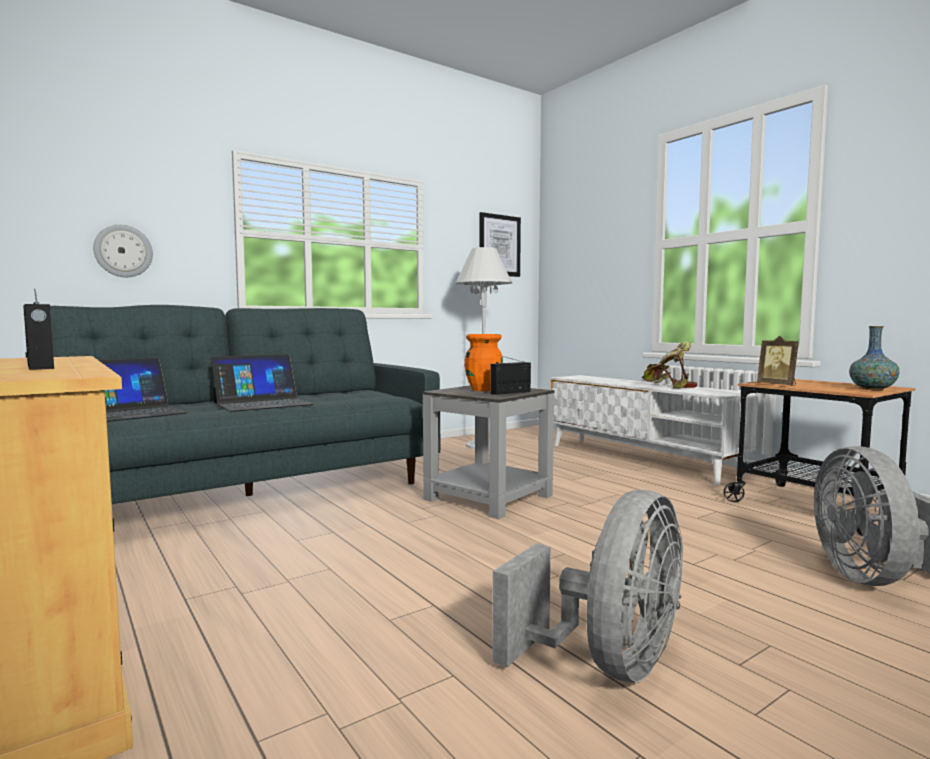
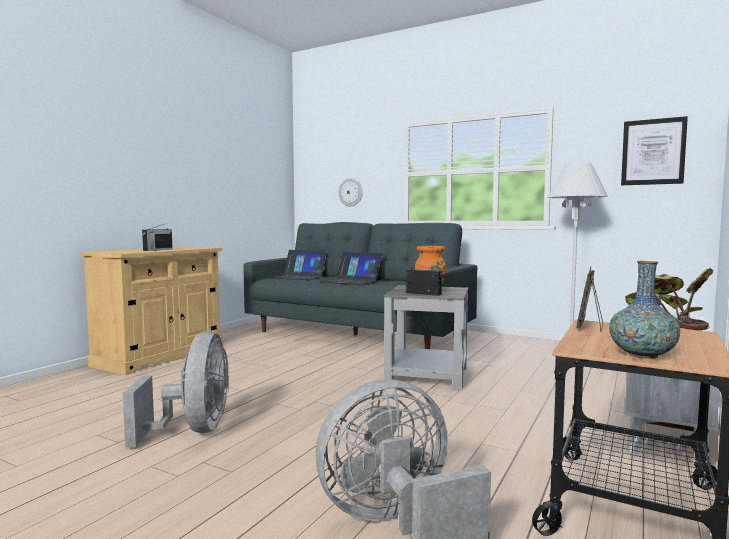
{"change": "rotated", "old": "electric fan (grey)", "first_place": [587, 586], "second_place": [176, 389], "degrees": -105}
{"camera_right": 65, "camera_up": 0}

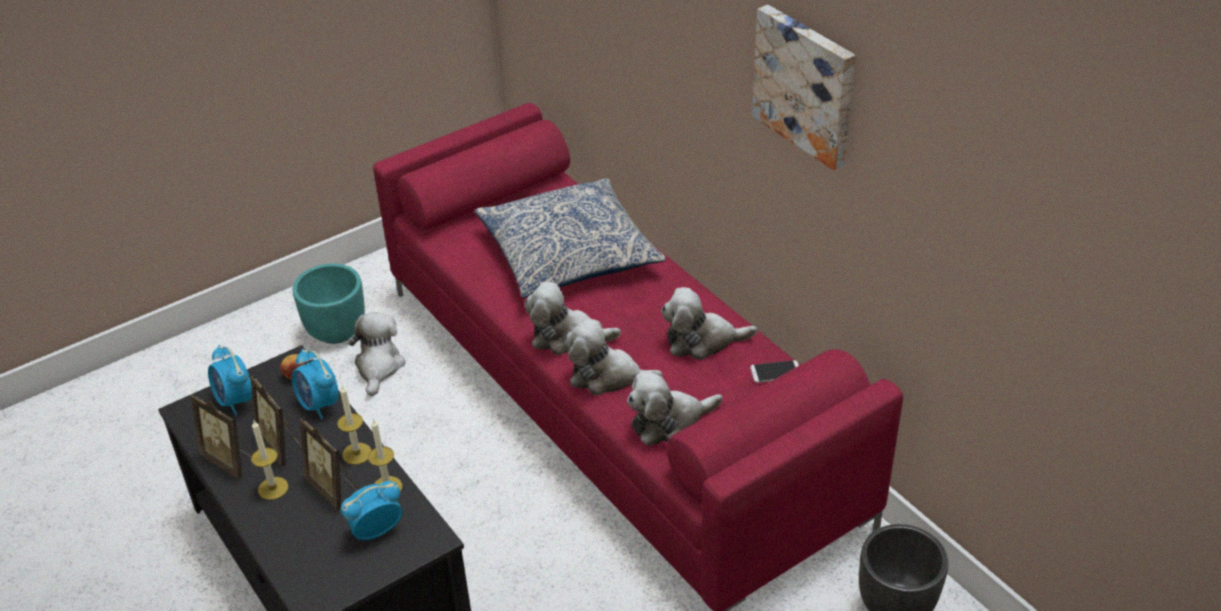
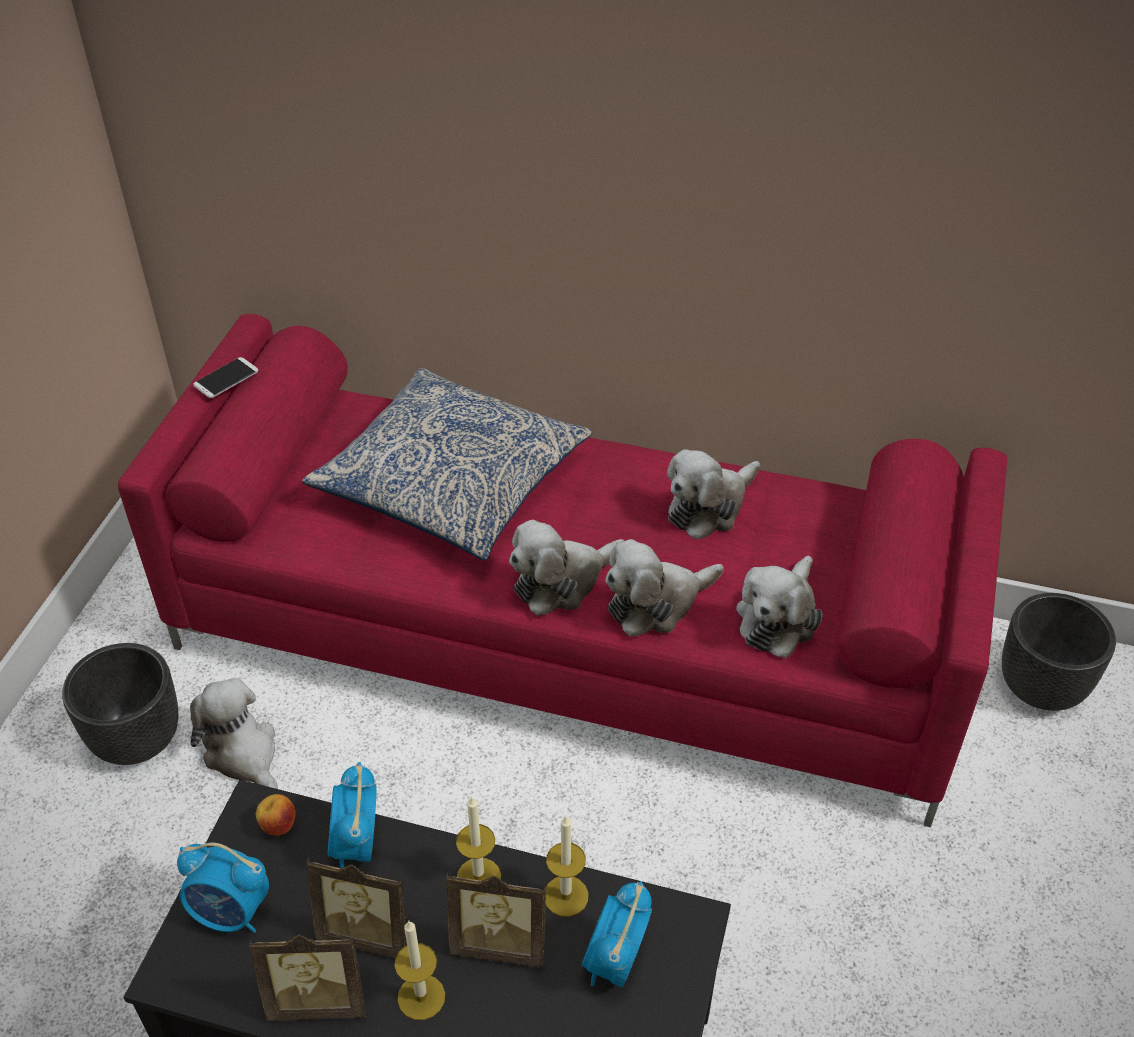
{"change": "rotated", "old": "table clock", "first_place": [315, 384], "second_place": [352, 815], "degrees": 75}
{"change": "repainted", "old": "flower pot (turquoise-coloured)", "new": "flower pot (black-coloured)", "first_place": [329, 303], "second_place": [120, 704]}
{"change": "shifted", "old": "handset", "first_place": [774, 371], "second_place": [225, 377]}
{"change": "gone", "old": "wall art", "first_place": [803, 87]}
{"camera_right": -40, "camera_up": 5}

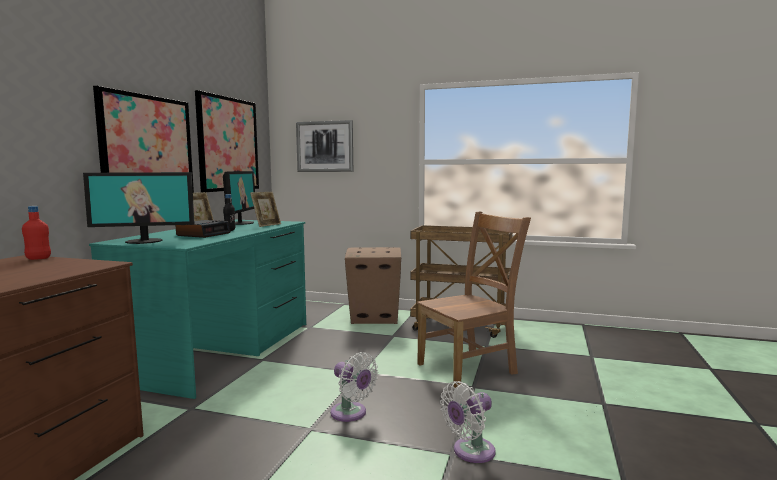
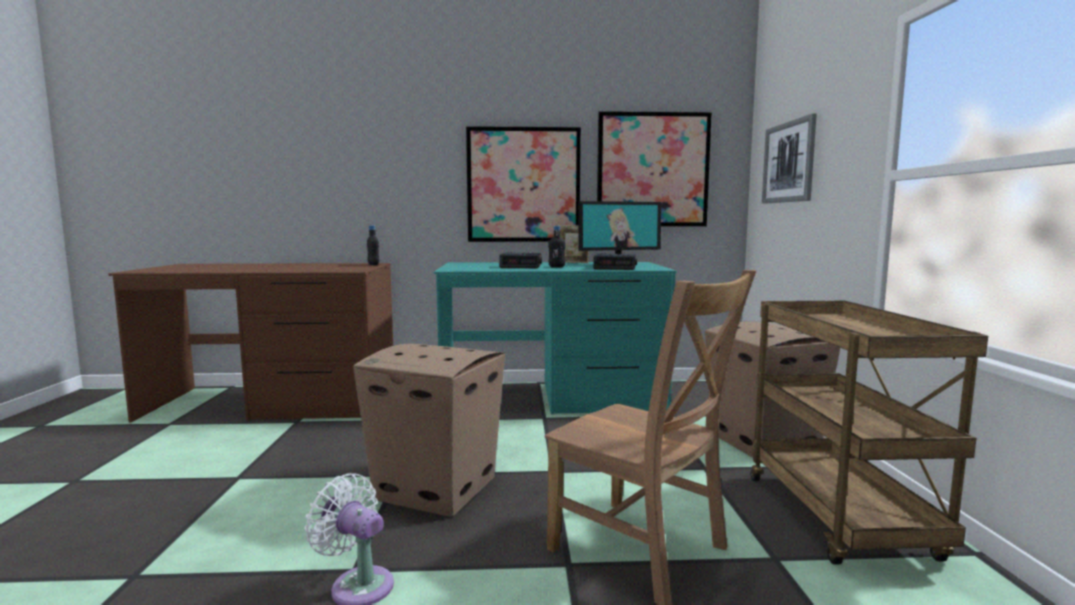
{"change": "repainted", "old": "bottle (red-coloured)", "new": "bottle (black-coloured)", "first_place": [36, 233], "second_place": [373, 245]}
{"change": "gone", "old": "computer display", "first_place": [138, 208]}
{"change": "swapped", "old": "picture frame", "new": "table clock", "first_place": [265, 209], "second_place": [615, 261]}
{"change": "swapped", "old": "electric fan (whitish)", "new": "carton", "first_place": [354, 387], "second_place": [429, 430]}
{"camera_right": 70, "camera_up": 0}

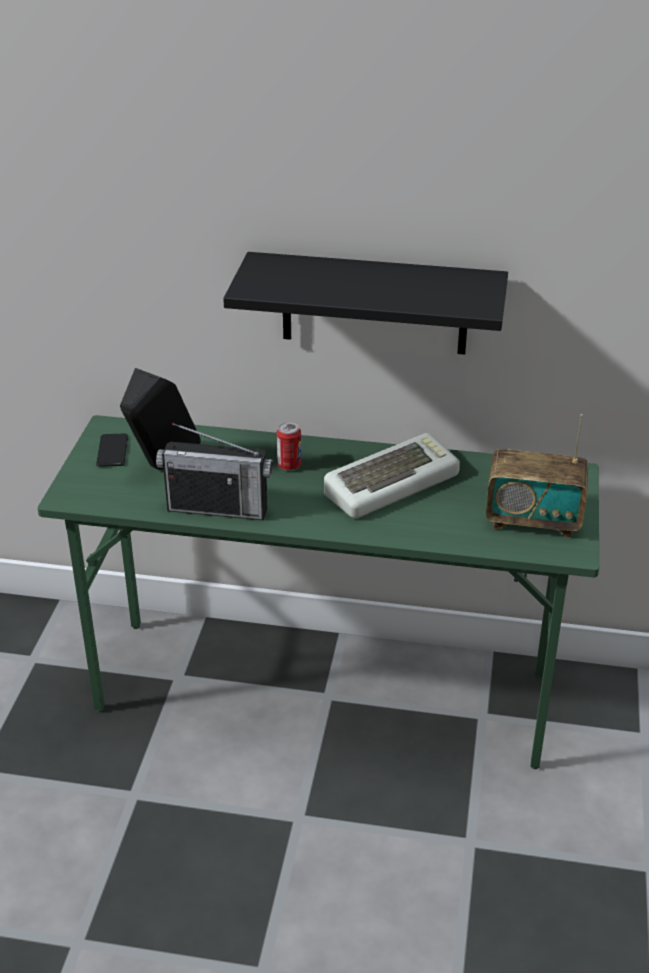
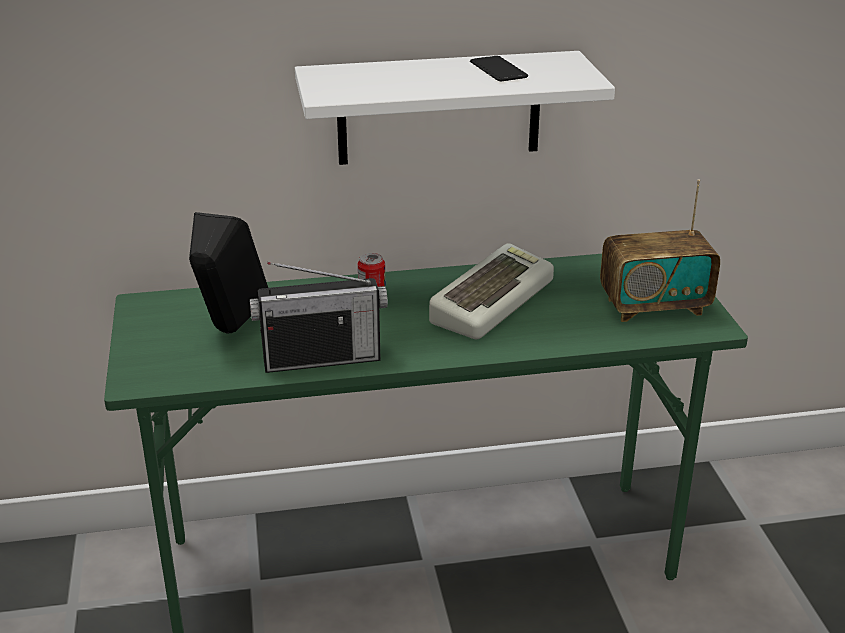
{"change": "shifted", "old": "handset", "first_place": [112, 450], "second_place": [499, 68]}
{"change": "repainted", "old": "shelf (black-coloured)", "new": "shelf (whitish)", "first_place": [365, 303], "second_place": [455, 108]}
{"camera_right": -20, "camera_up": -5}

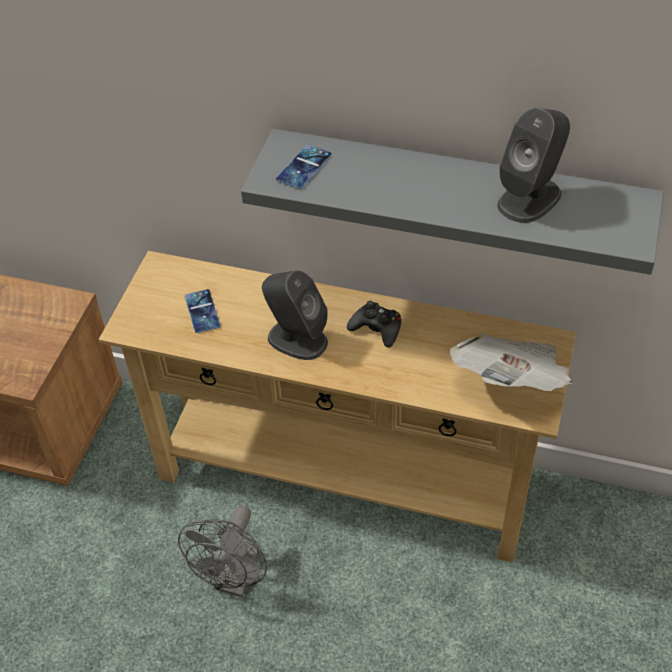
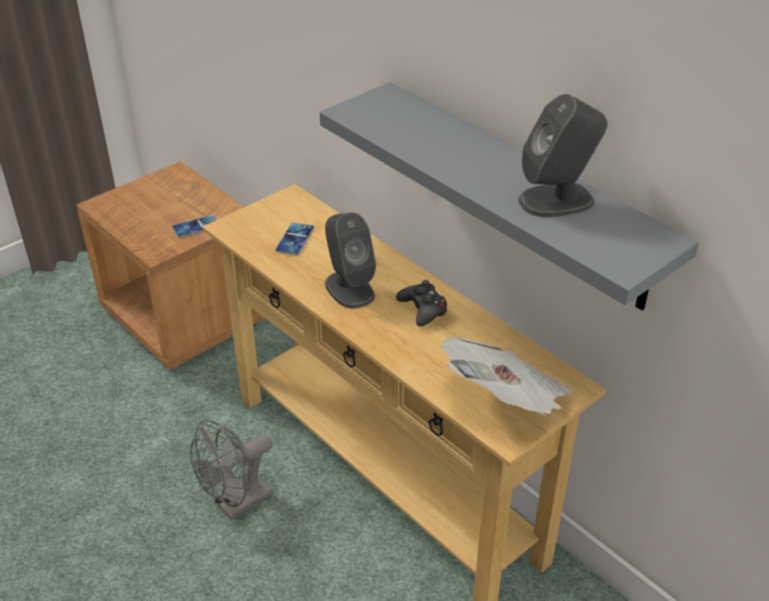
{"change": "shifted", "old": "handset", "first_place": [304, 167], "second_place": [194, 226]}
{"camera_right": 30, "camera_up": -10}

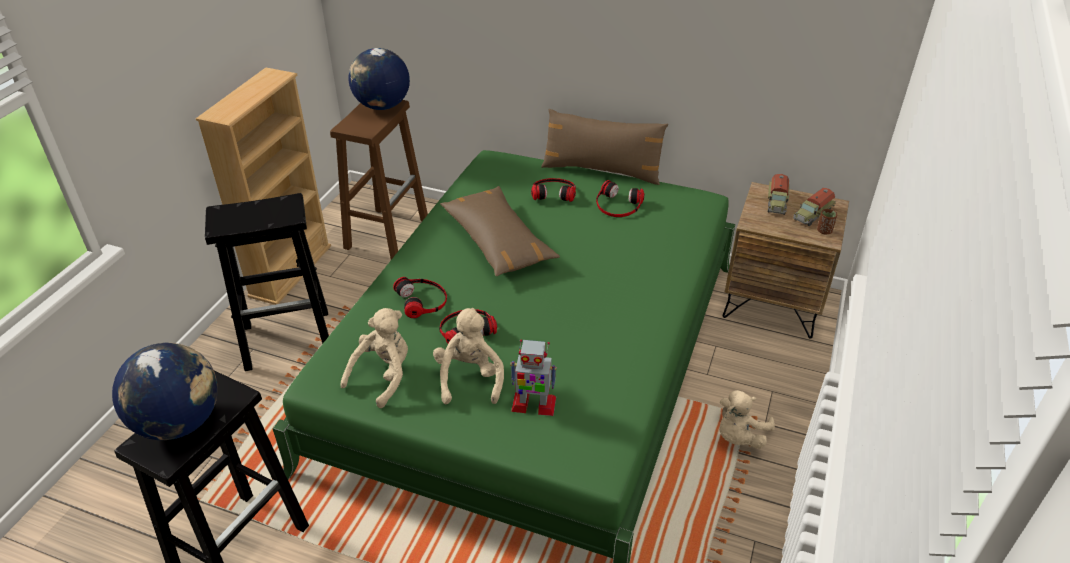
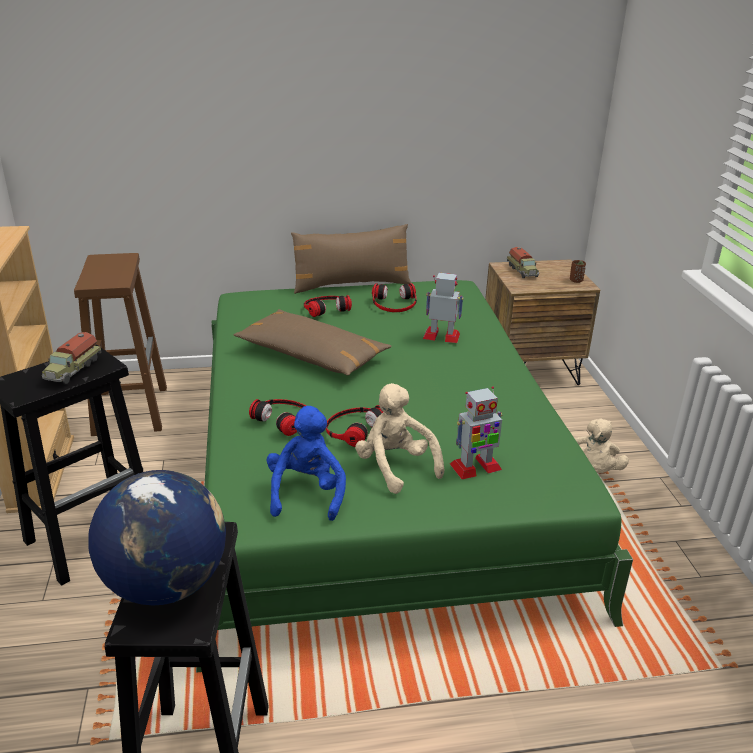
{"change": "repainted", "old": "cuddly toy (beige-coloured)", "new": "cuddly toy (blue-coloured)", "first_place": [374, 358], "second_place": [306, 463]}
{"change": "gone", "old": "desk globe", "first_place": [379, 79]}
{"change": "shifted", "old": "toy lorry", "first_place": [814, 207], "second_place": [72, 358]}
{"change": "new", "new": "robot figure", "second_place": [443, 308]}
{"camera_right": -30, "camera_up": -10}

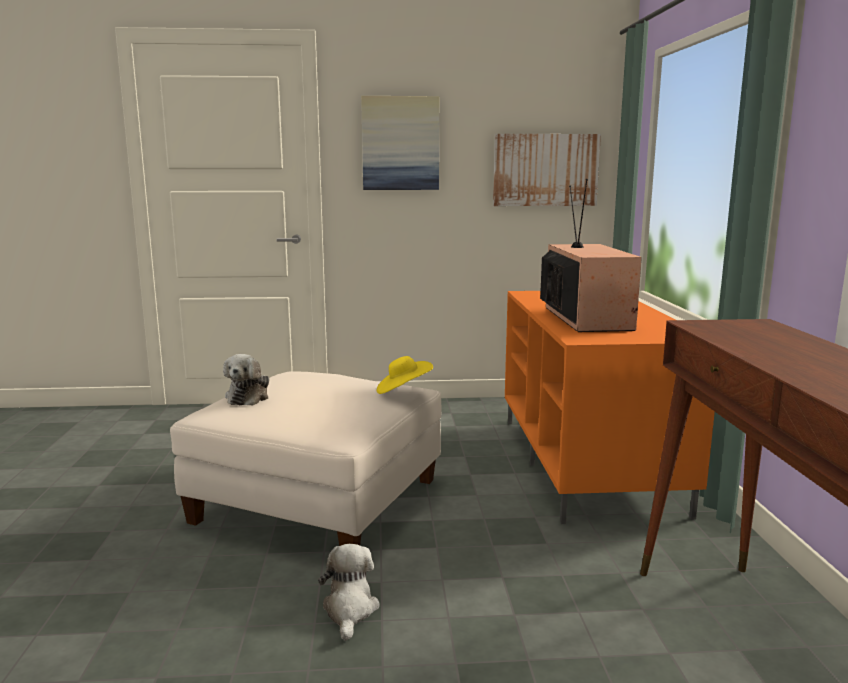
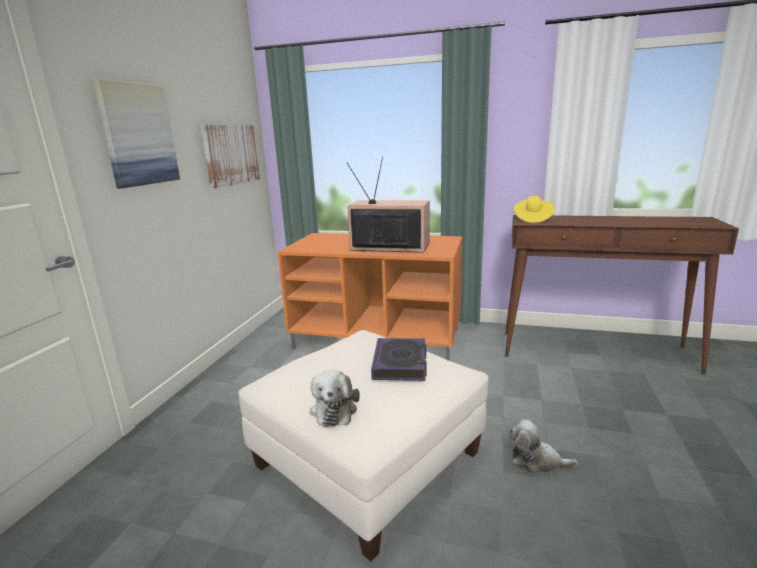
{"change": "rotated", "old": "cuddly toy", "first_place": [246, 380], "second_place": [334, 398], "degrees": 60}
{"change": "shifted", "old": "wearable hat (yellow)", "first_place": [405, 375], "second_place": [534, 209]}
{"change": "new", "new": "book", "second_place": [399, 359]}
{"camera_right": -70, "camera_up": 5}

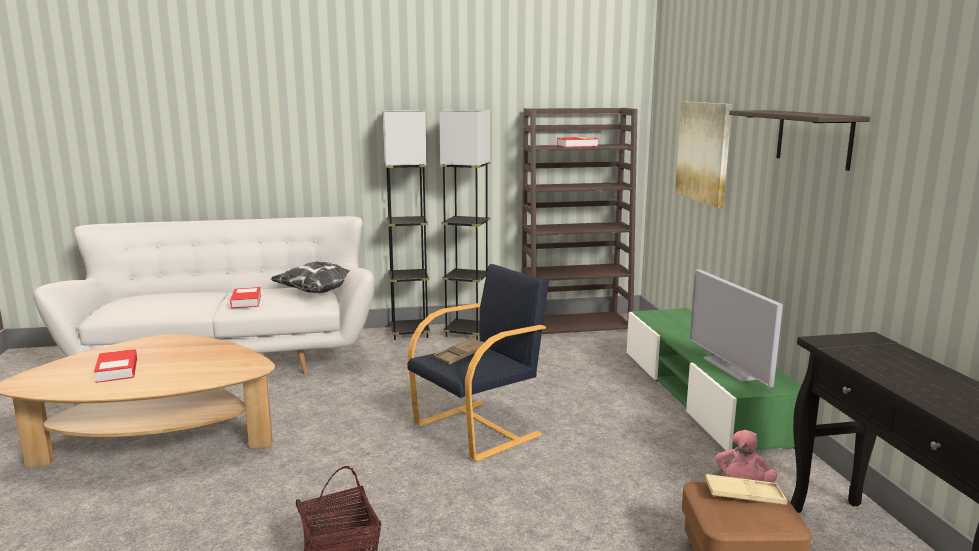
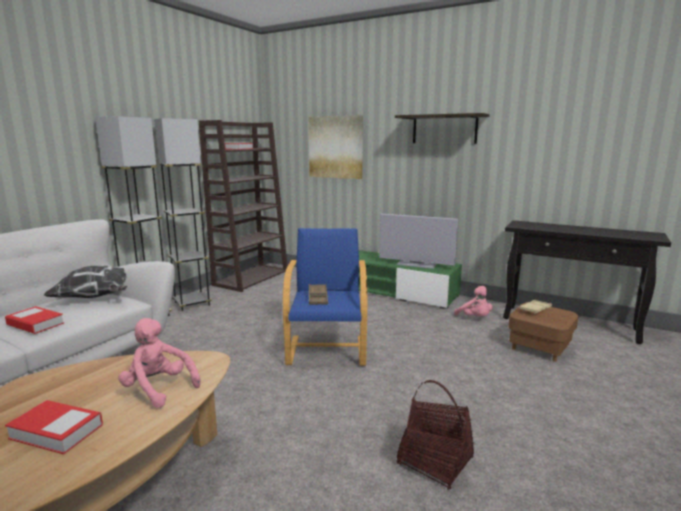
{"change": "repainted", "old": "lounge chair (black-coloured)", "new": "lounge chair (blue-coloured)", "first_place": [478, 362], "second_place": [325, 297]}
{"change": "new", "new": "cuddly toy (pink)", "second_place": [159, 363]}
{"camera_right": -50, "camera_up": 0}

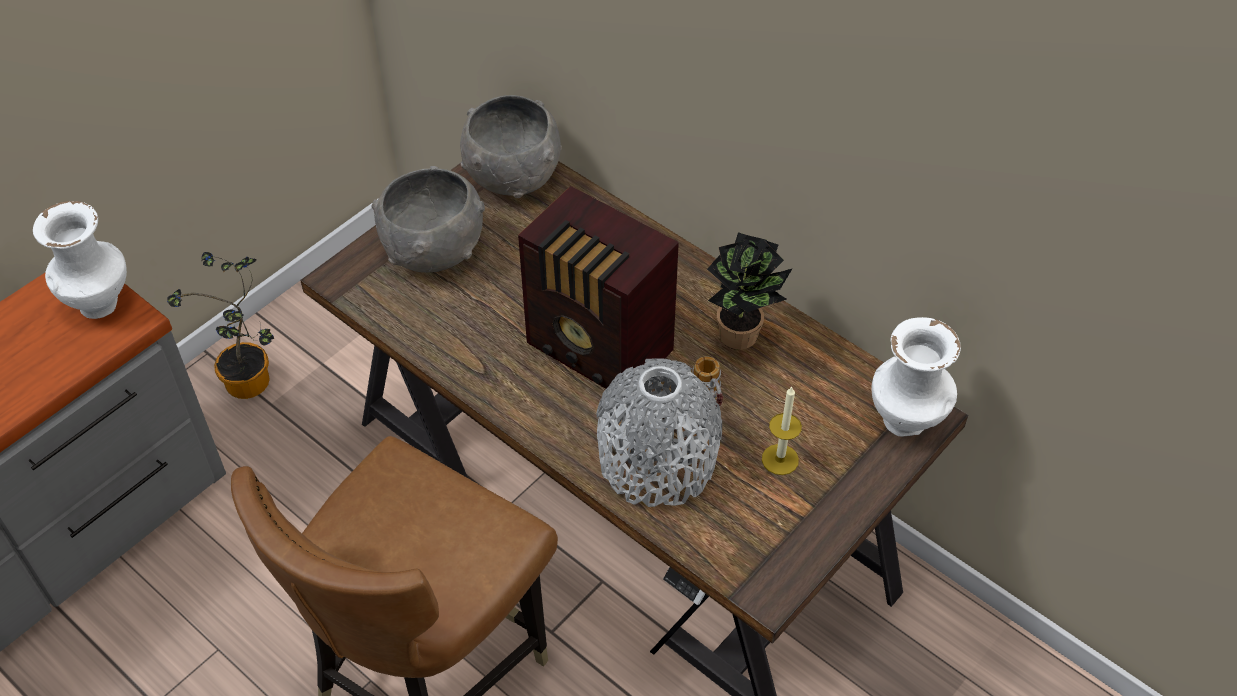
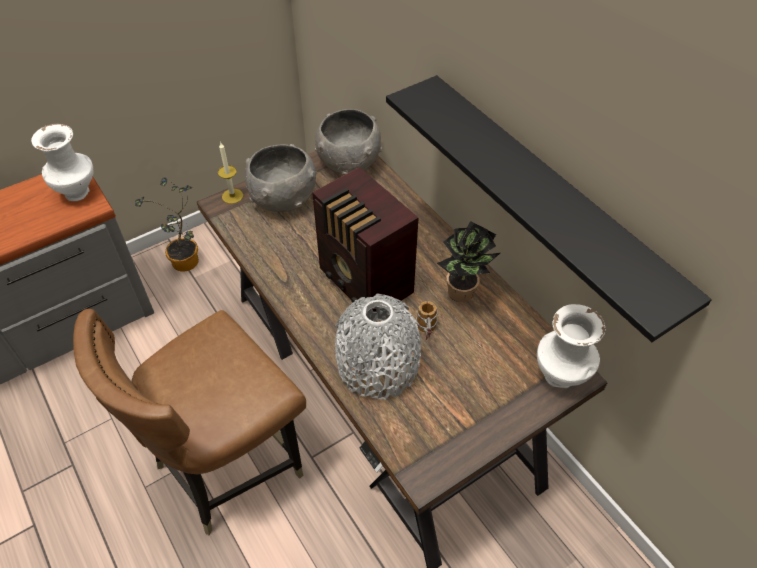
{"change": "shifted", "old": "wax candle", "first_place": [782, 431], "second_place": [230, 173]}
{"change": "new", "new": "shelf (black-coloured)", "second_place": [549, 208]}
{"camera_right": 15, "camera_up": 0}

